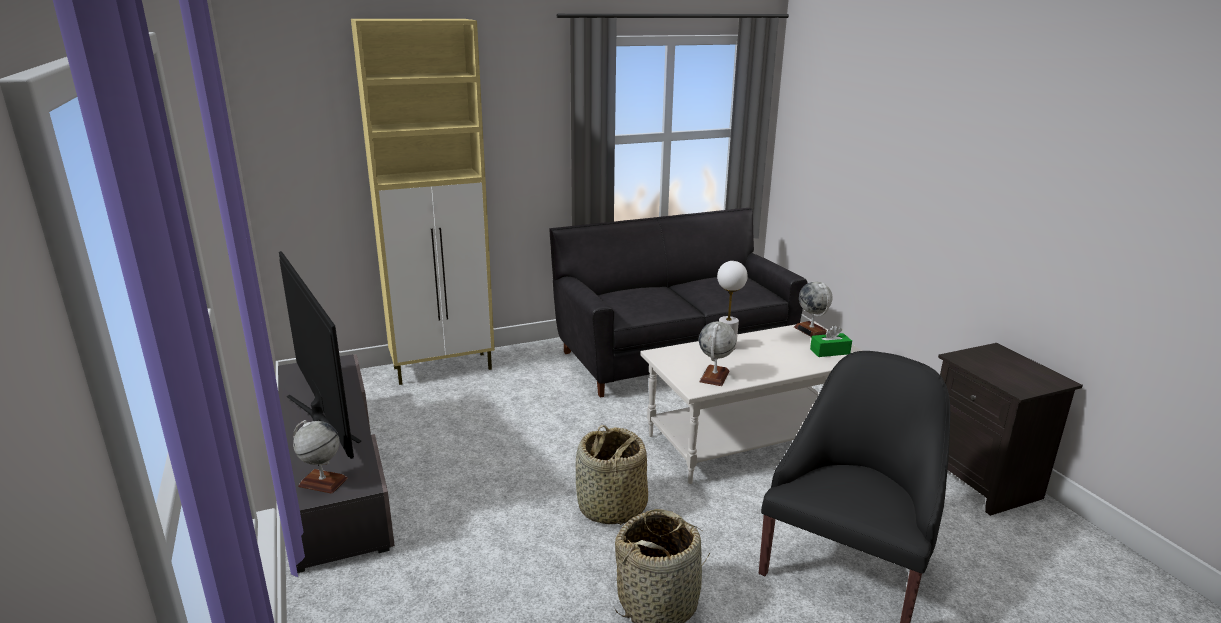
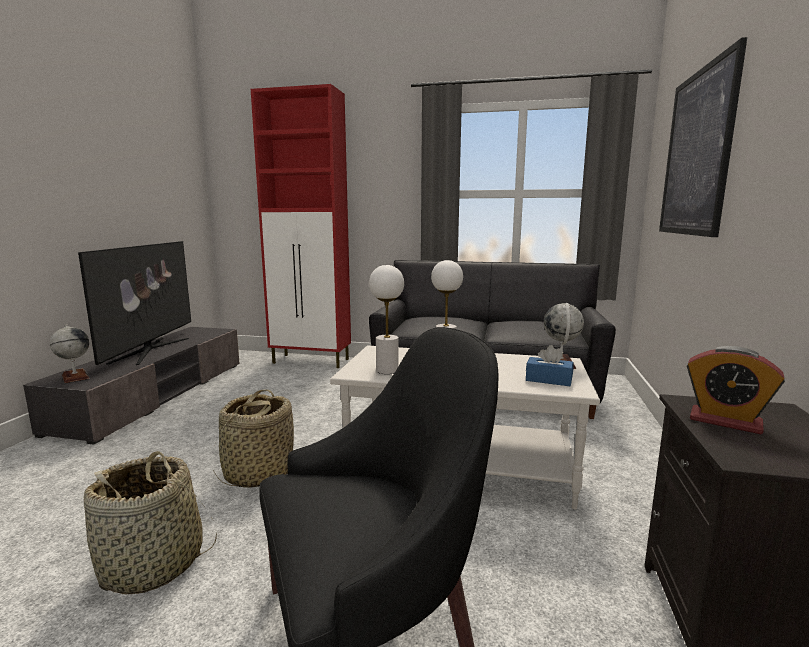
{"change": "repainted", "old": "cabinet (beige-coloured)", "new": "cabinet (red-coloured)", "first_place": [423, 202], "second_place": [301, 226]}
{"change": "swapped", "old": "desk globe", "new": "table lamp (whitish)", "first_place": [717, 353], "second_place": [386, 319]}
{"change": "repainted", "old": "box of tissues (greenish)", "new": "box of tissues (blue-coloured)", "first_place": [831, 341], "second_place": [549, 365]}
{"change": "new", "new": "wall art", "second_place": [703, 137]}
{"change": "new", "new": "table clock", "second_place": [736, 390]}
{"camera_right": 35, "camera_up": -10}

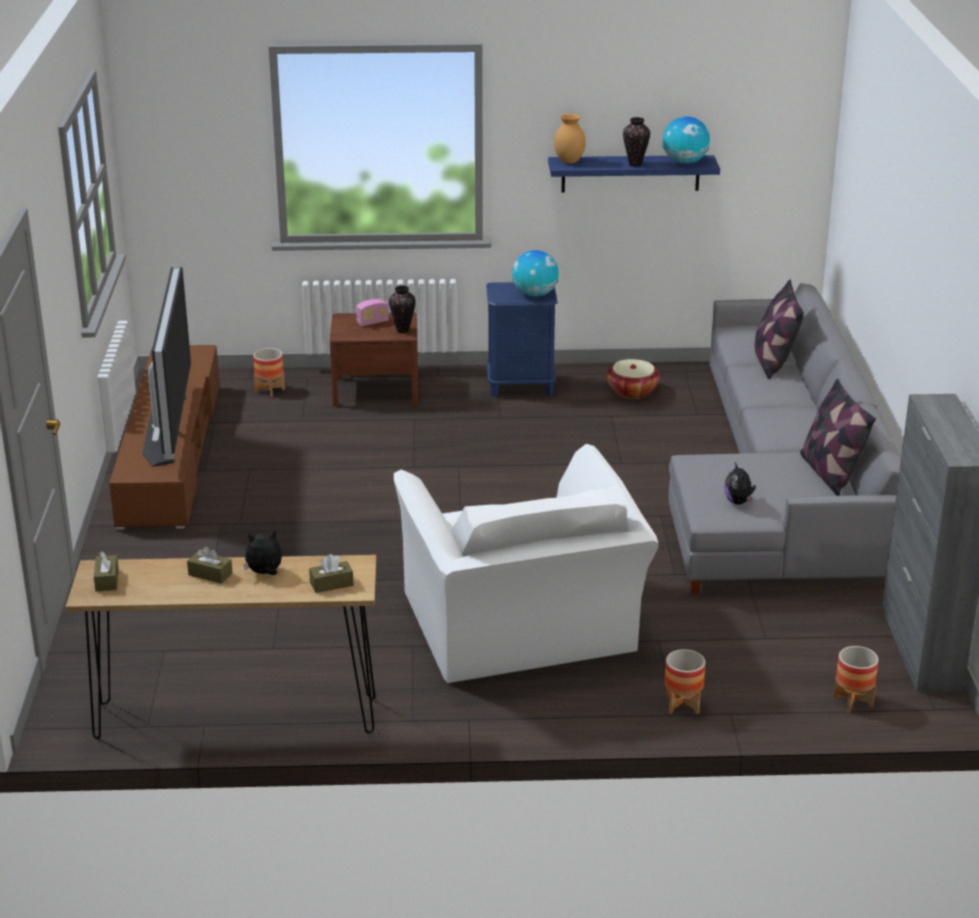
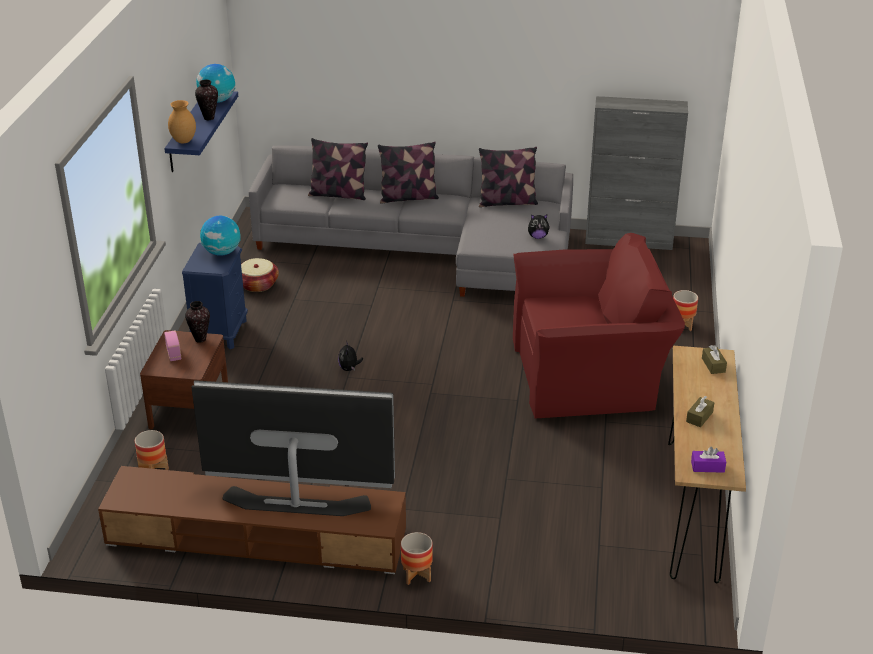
{"change": "repainted", "old": "box of tissues (brownish)", "new": "box of tissues (purplish)", "first_place": [106, 571], "second_place": [708, 460]}
{"change": "shifted", "old": "cuddly toy", "first_place": [263, 552], "second_place": [350, 356]}
{"change": "repainted", "old": "lounge chair (whitish)", "new": "lounge chair (red-coloured)", "first_place": [526, 563], "second_place": [599, 326]}
{"change": "shifted", "old": "flower pot", "first_place": [856, 679], "second_place": [417, 558]}
{"change": "new", "new": "pillow", "second_place": [408, 173]}
{"camera_right": -80, "camera_up": 5}

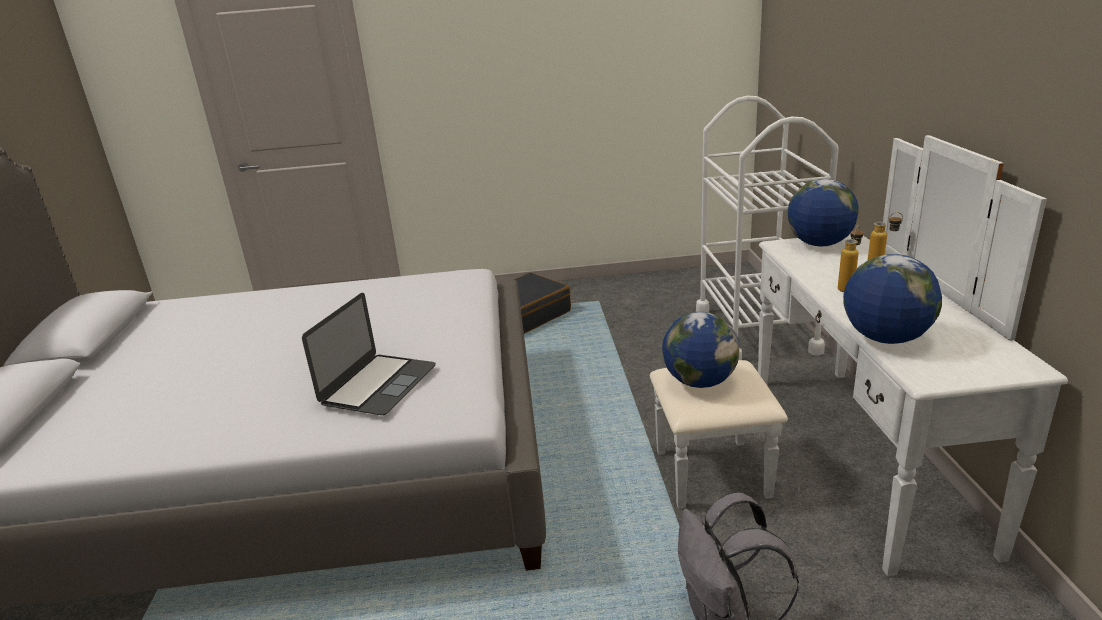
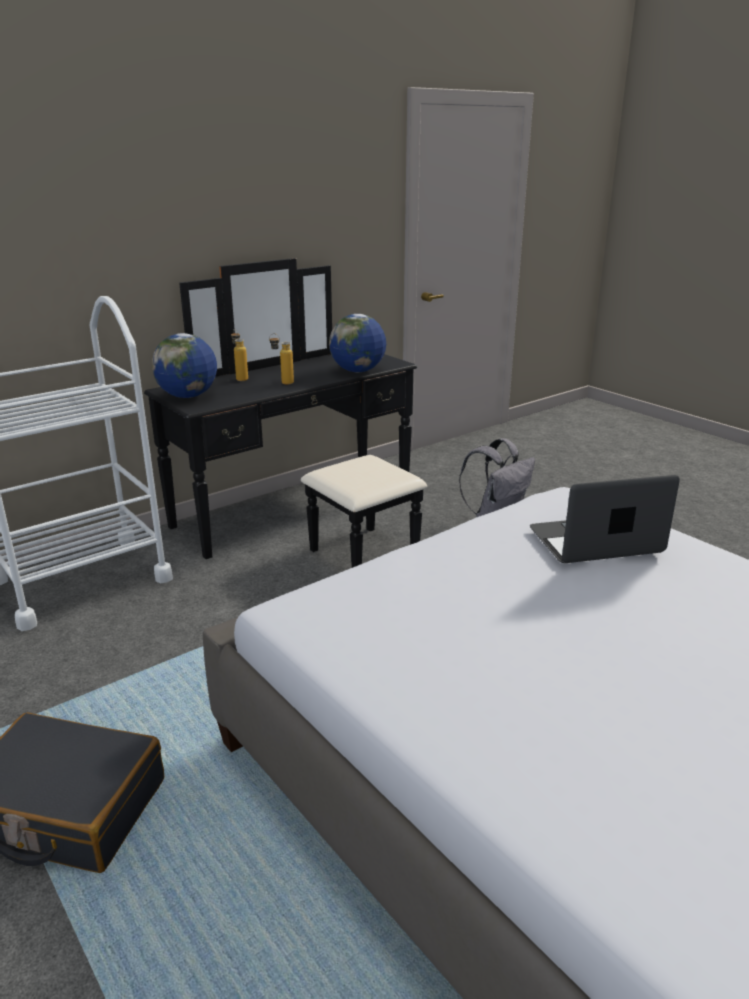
{"change": "repainted", "old": "chest of drawers (whitish)", "new": "chest of drawers (black-coloured)", "first_place": [859, 355], "second_place": [285, 413]}
{"change": "gone", "old": "desk globe", "first_place": [700, 350]}
{"camera_right": -125, "camera_up": 0}

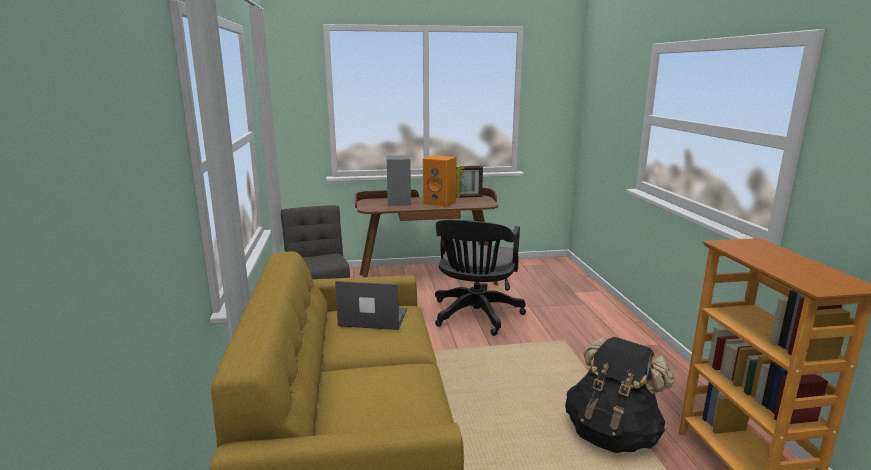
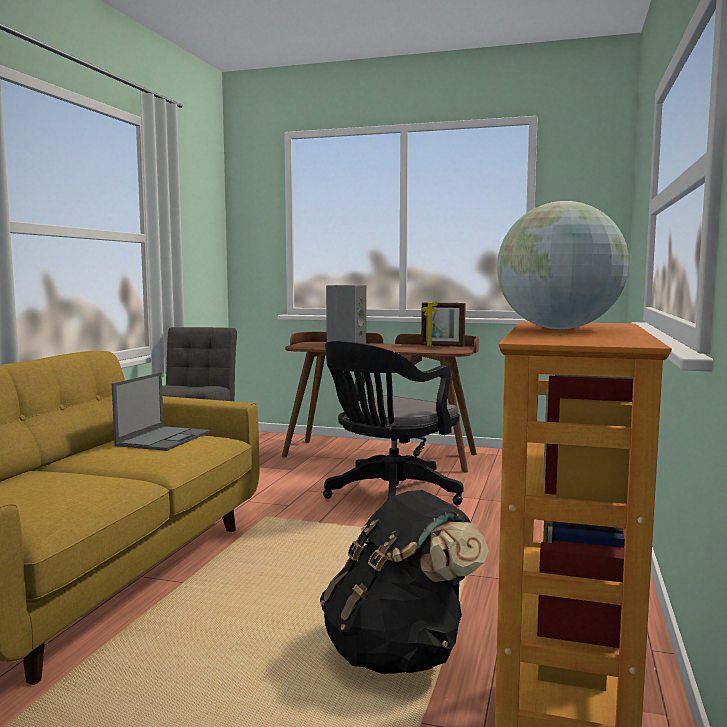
{"change": "rotated", "old": "laptop", "first_place": [371, 305], "second_place": [161, 411], "degrees": 75}
{"change": "gone", "old": "speaker (orange)", "first_place": [439, 181]}
{"change": "new", "new": "desk globe", "second_place": [563, 265]}
{"camera_right": 25, "camera_up": -10}

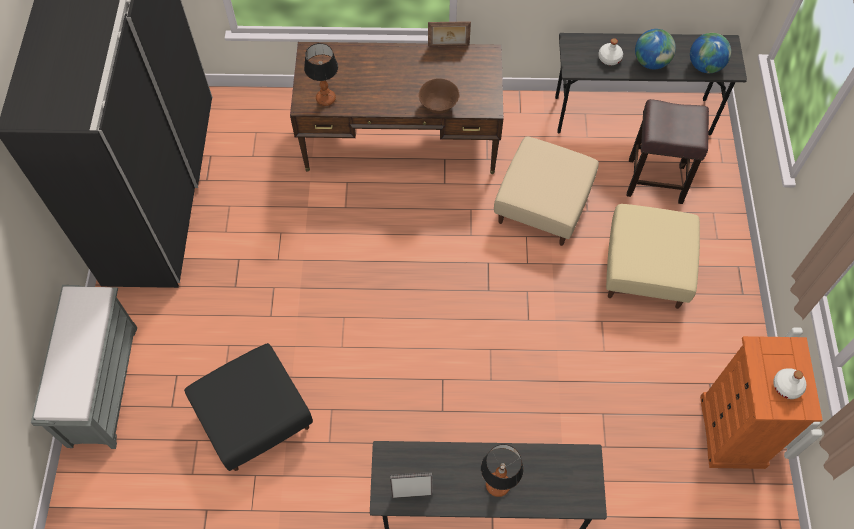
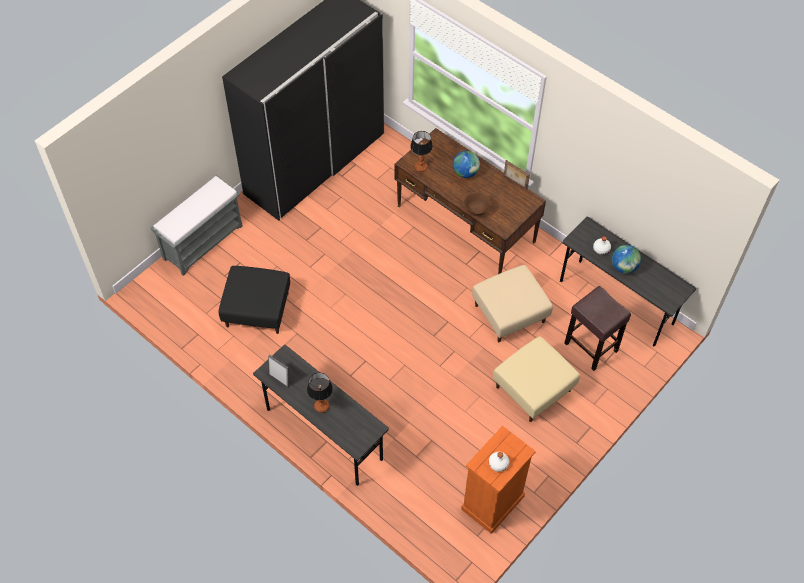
{"change": "shifted", "old": "desk globe", "first_place": [710, 53], "second_place": [466, 164]}
{"camera_right": 40, "camera_up": -5}

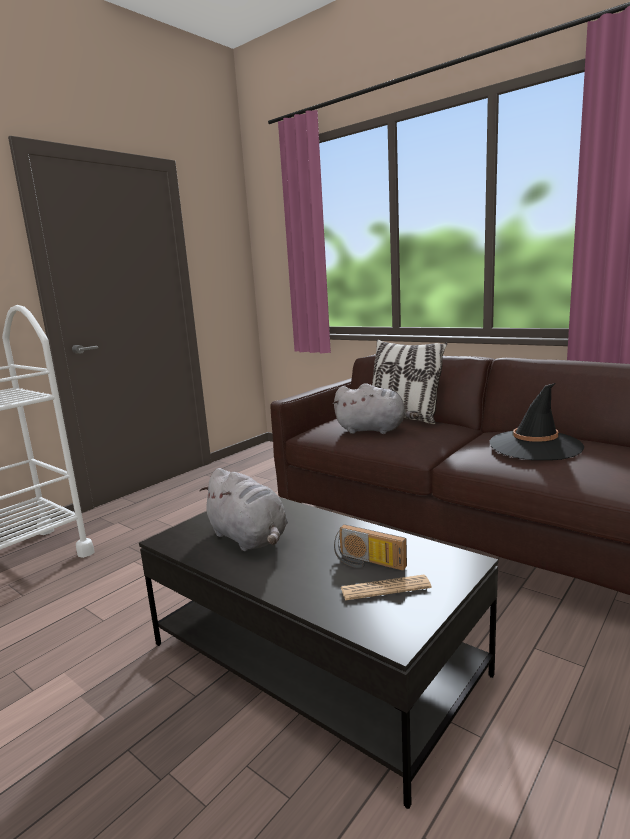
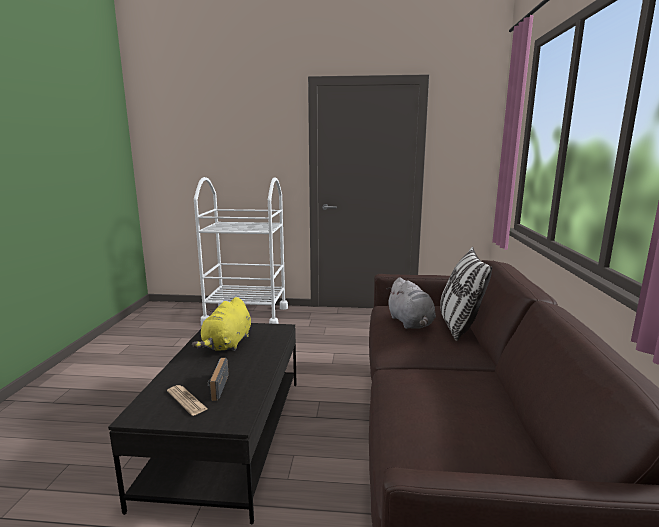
{"change": "repainted", "old": "cuddly toy (grey)", "new": "cuddly toy (yellow)", "first_place": [244, 509], "second_place": [221, 324]}
{"change": "gone", "old": "wearable hat (black-coloured)", "first_place": [537, 421]}
{"camera_right": 55, "camera_up": 0}

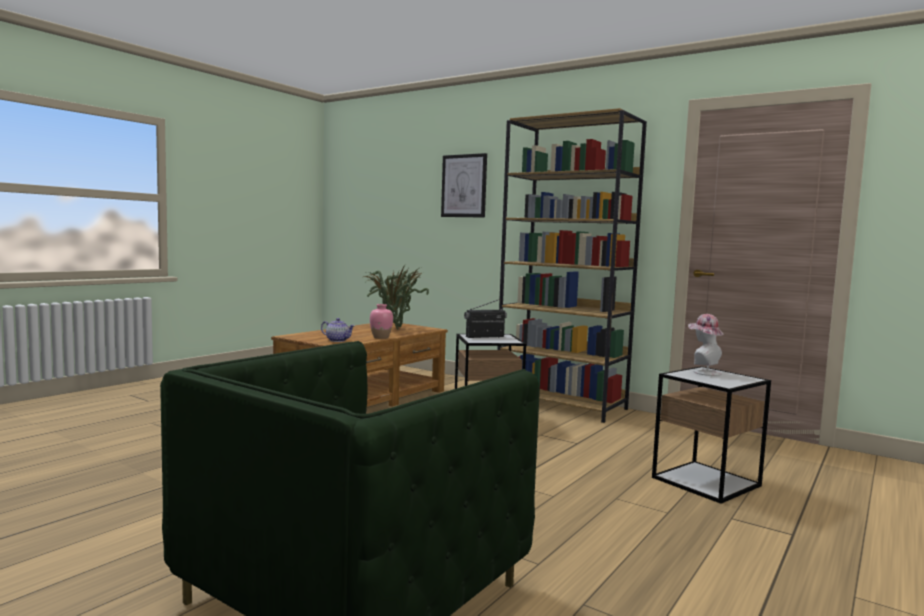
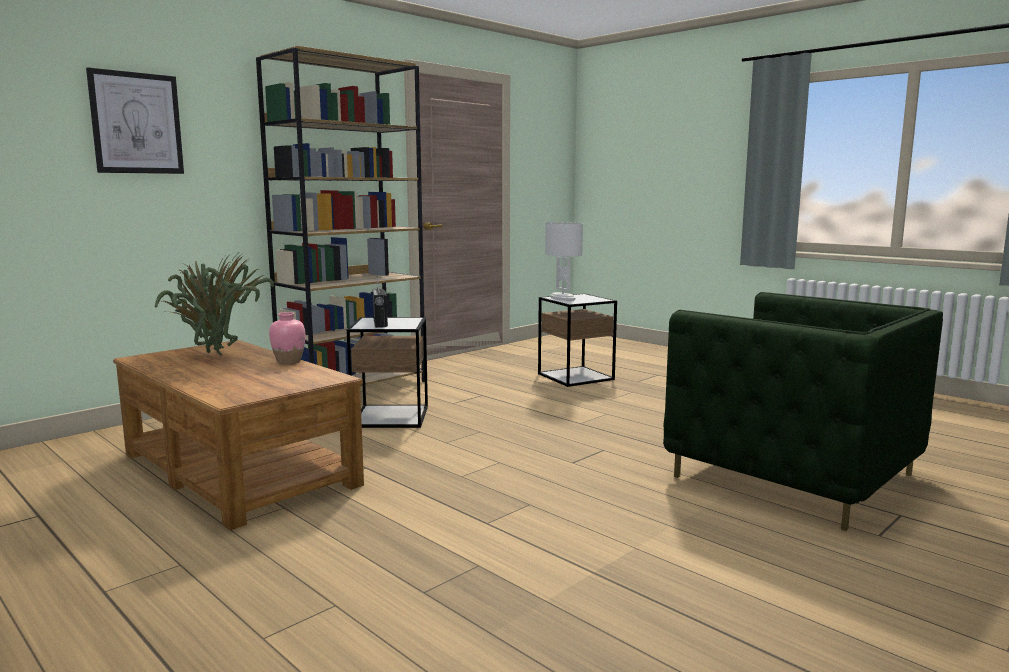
{"change": "gone", "old": "tea pot", "first_place": [338, 330]}
{"change": "swapped", "old": "wearable hat", "new": "table lamp (whitish)", "first_place": [706, 345], "second_place": [564, 261]}
{"camera_right": -80, "camera_up": 5}

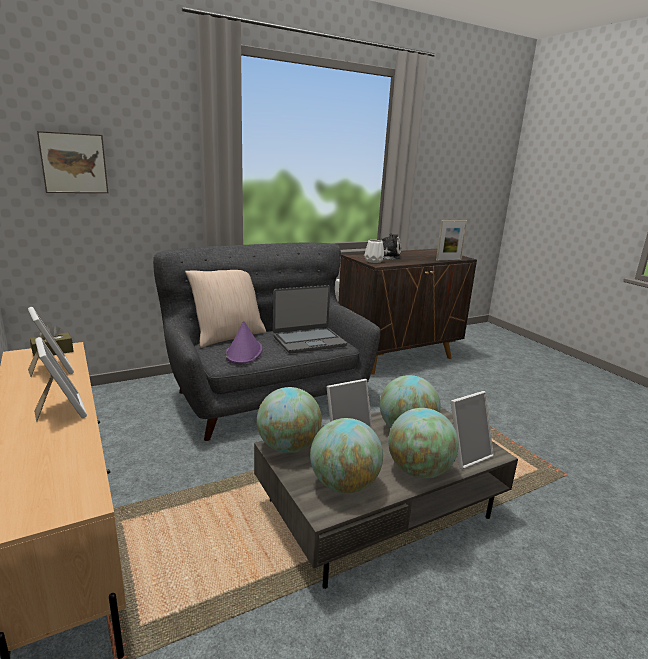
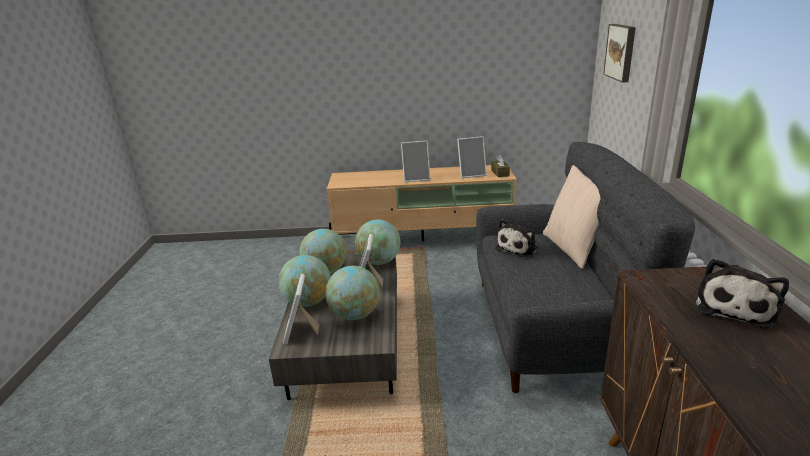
{"change": "swapped", "old": "wearable hat (purplish)", "new": "cuddly toy", "first_place": [244, 342], "second_place": [516, 238]}
{"change": "gone", "old": "laptop", "first_place": [310, 319]}
{"change": "gone", "old": "decorative vase (whitish)", "first_place": [374, 251]}
{"change": "gone", "old": "picture frame", "first_place": [451, 240]}
{"camera_right": 120, "camera_up": 5}

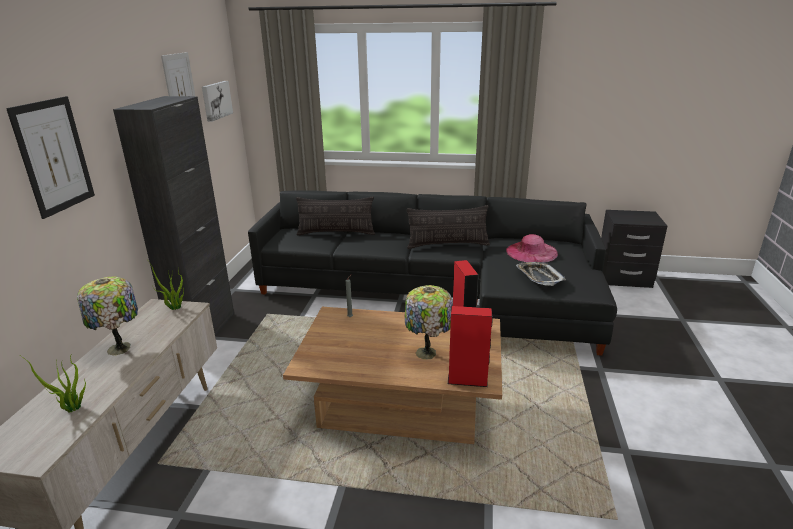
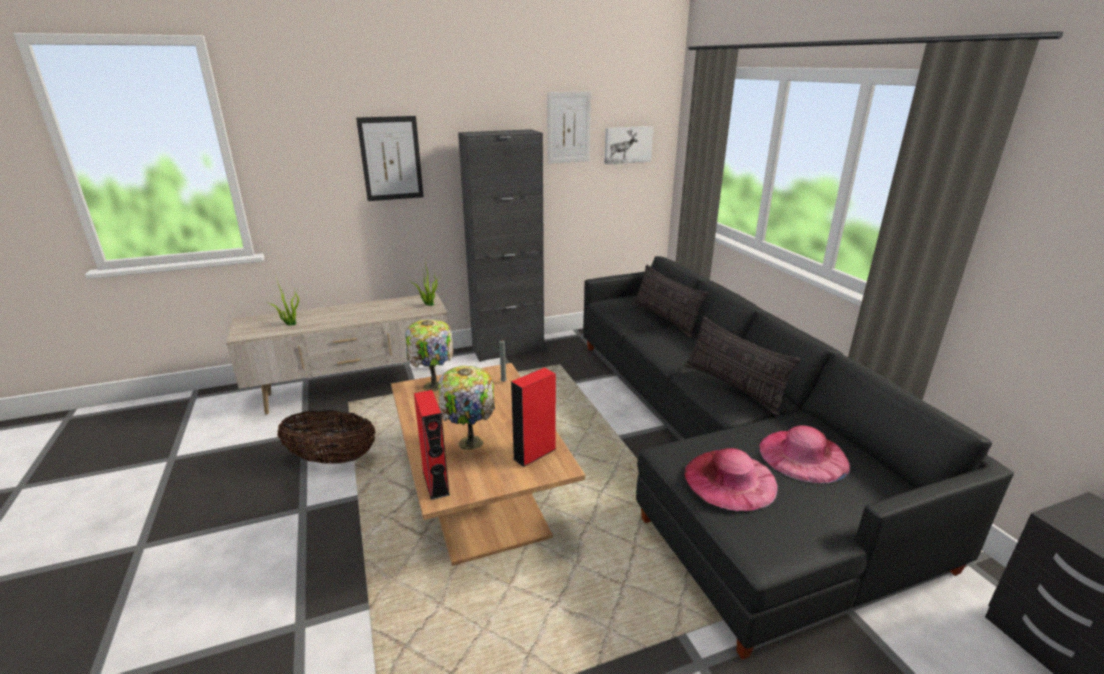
{"change": "shifted", "old": "table lamp", "first_place": [107, 316], "second_place": [429, 355]}
{"change": "swapped", "old": "carrying tray", "new": "wearable hat (pink)", "first_place": [541, 274], "second_place": [731, 479]}
{"change": "new", "new": "household basket", "second_place": [326, 437]}
{"camera_right": 60, "camera_up": 0}

